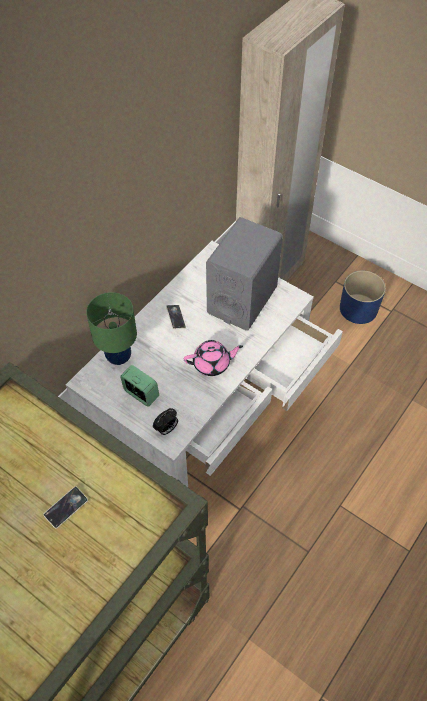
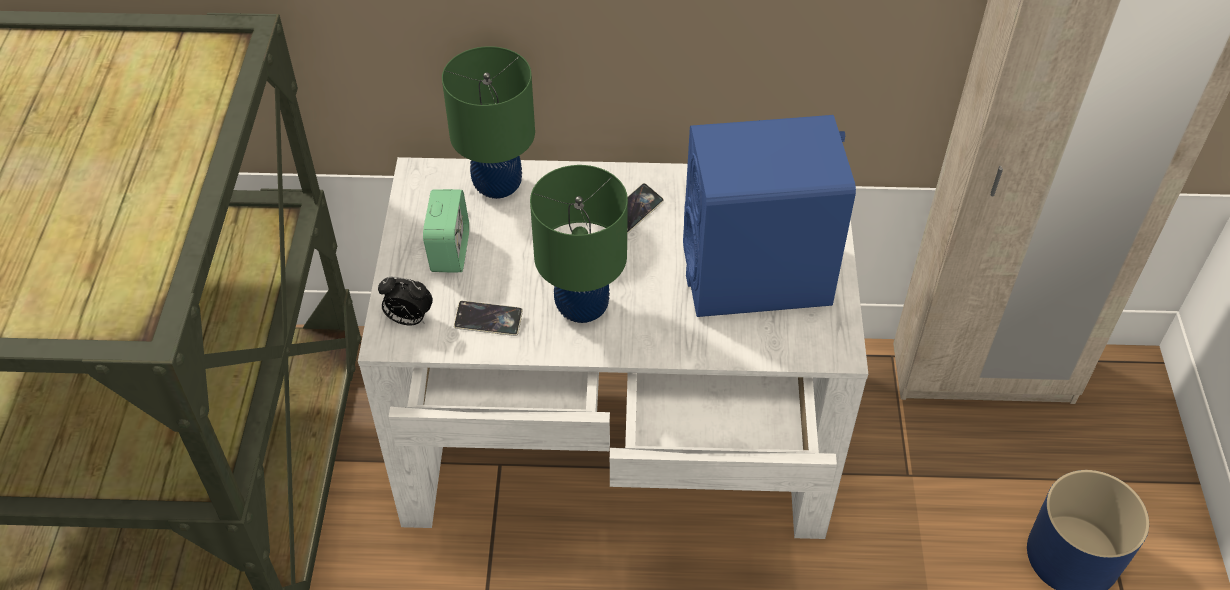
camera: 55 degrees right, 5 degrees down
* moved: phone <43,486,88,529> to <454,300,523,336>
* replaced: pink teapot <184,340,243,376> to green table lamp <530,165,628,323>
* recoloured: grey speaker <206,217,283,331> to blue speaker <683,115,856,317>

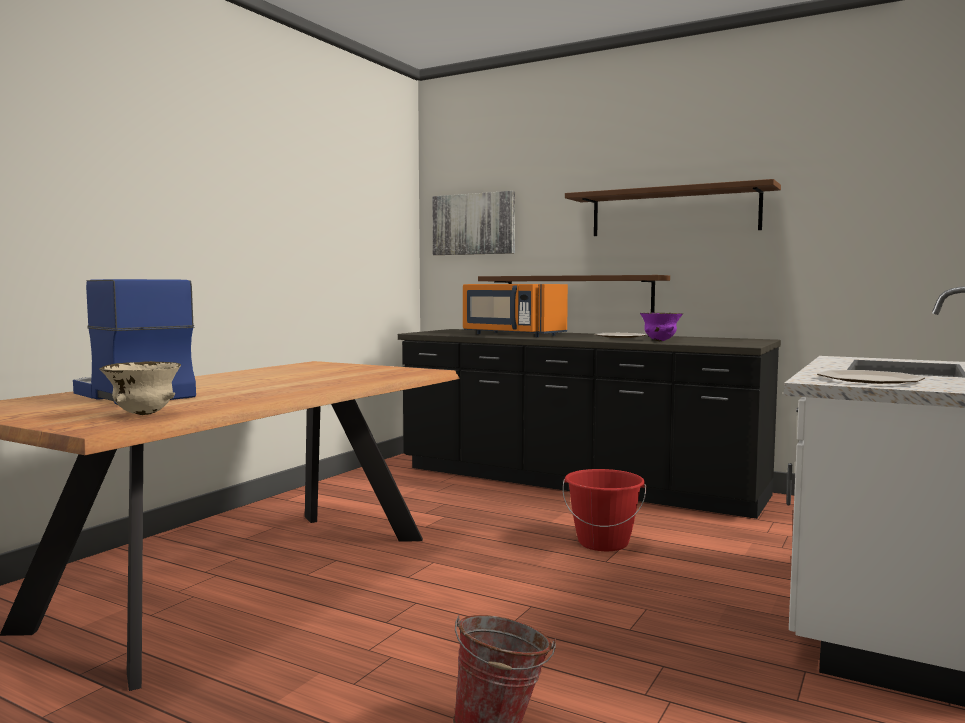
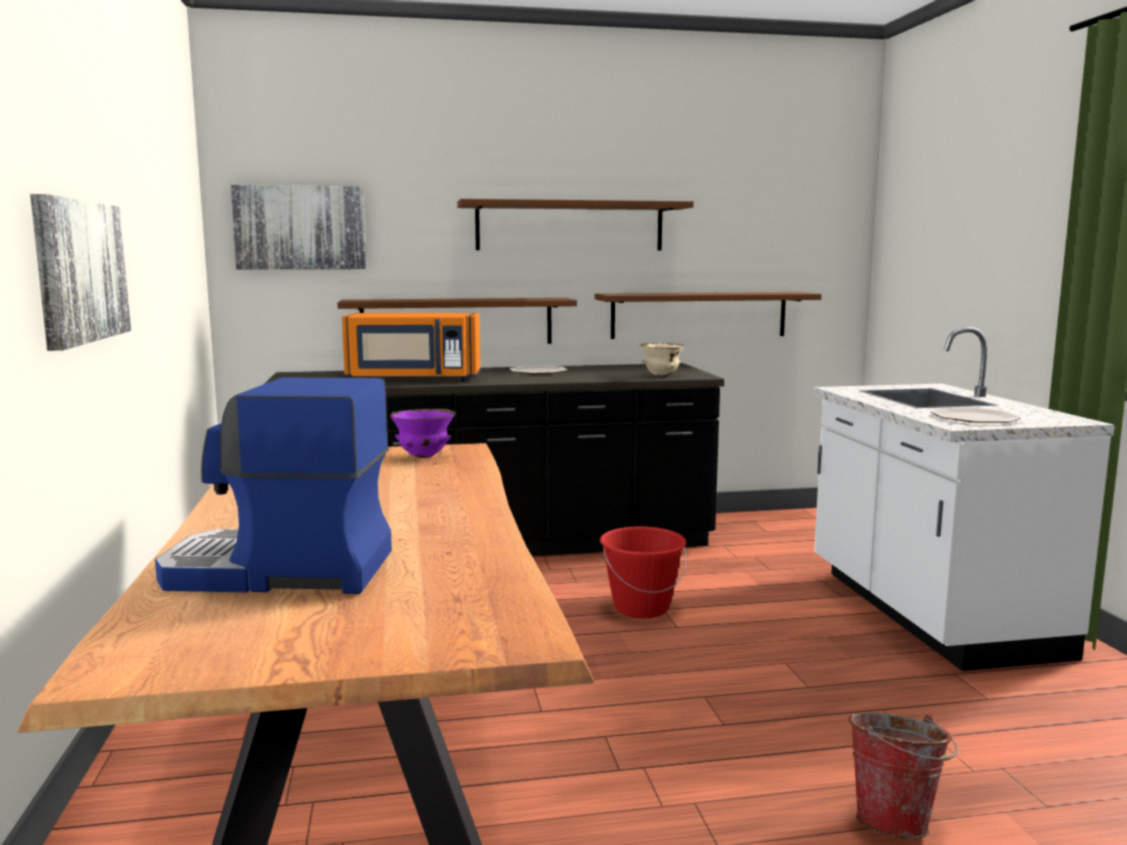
camera: 40 degrees left, 5 degrees up
* moved: beige bowl <99,361,181,415> to <640,343,685,376>
* moved: purple bowl <640,313,683,341> to <390,409,456,458>
* added: picture <30,194,131,351>
* added: brown shelf <595,292,822,339>

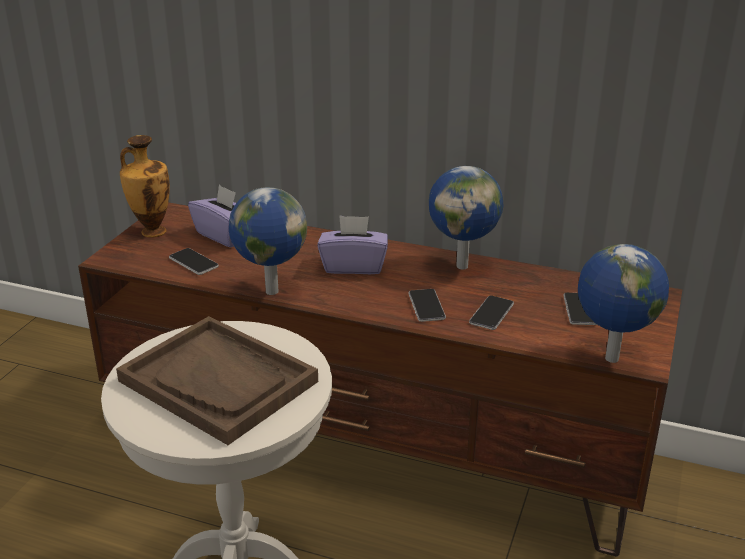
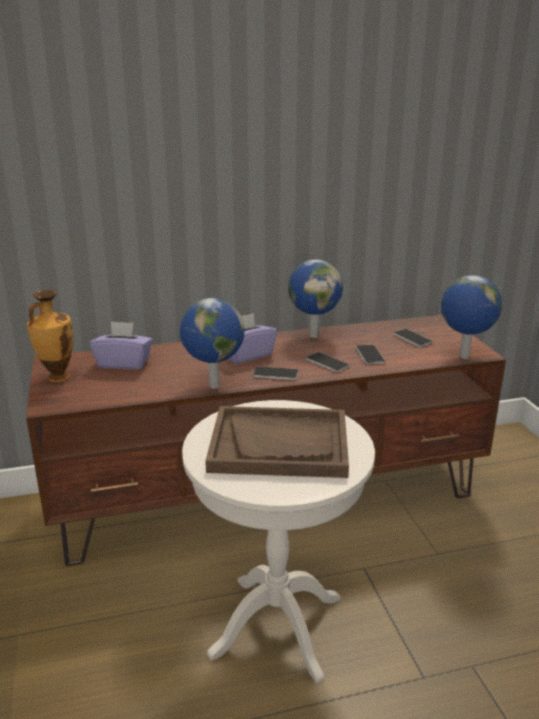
camera: 35 degrees left, 5 degrees down
* moved: phone <169,248,219,275> to <253,366,299,380>

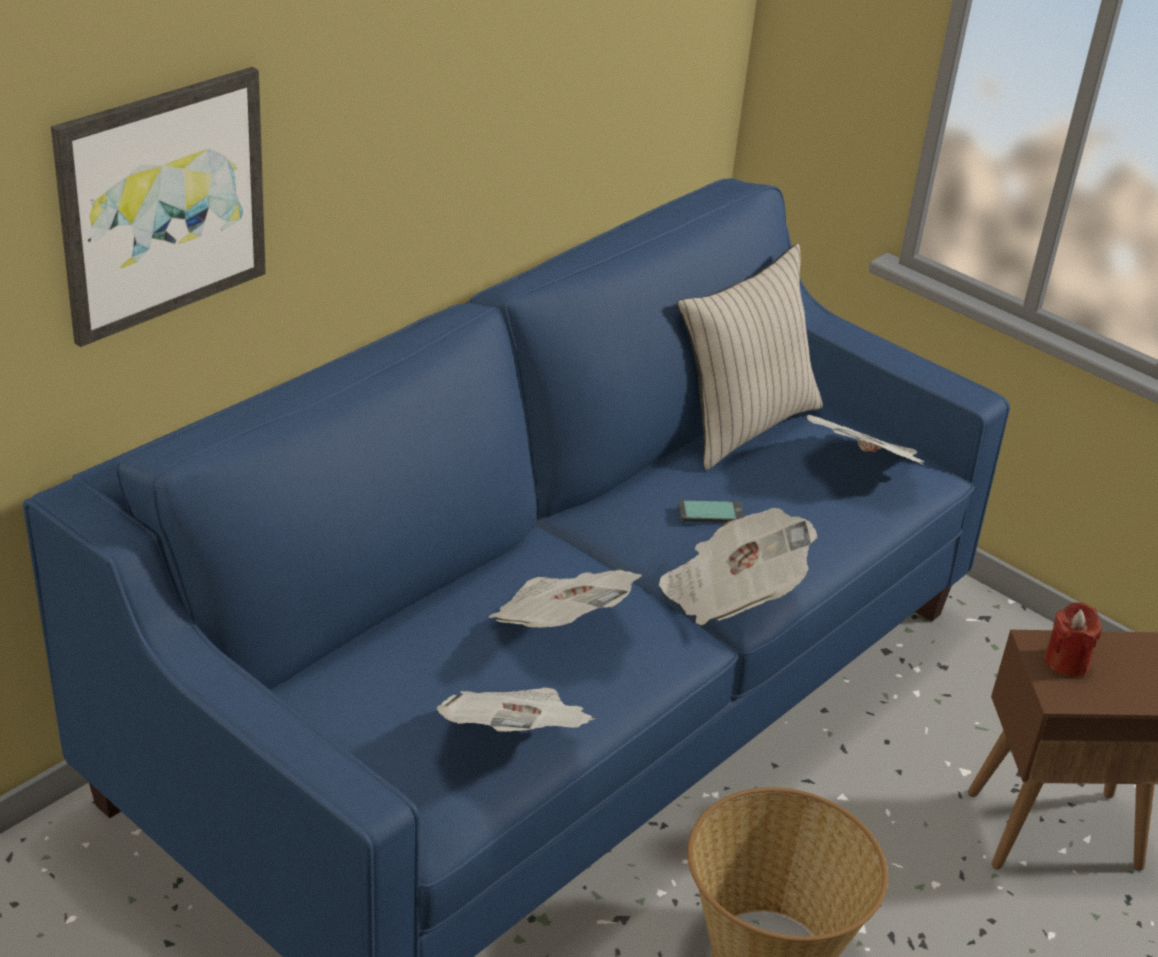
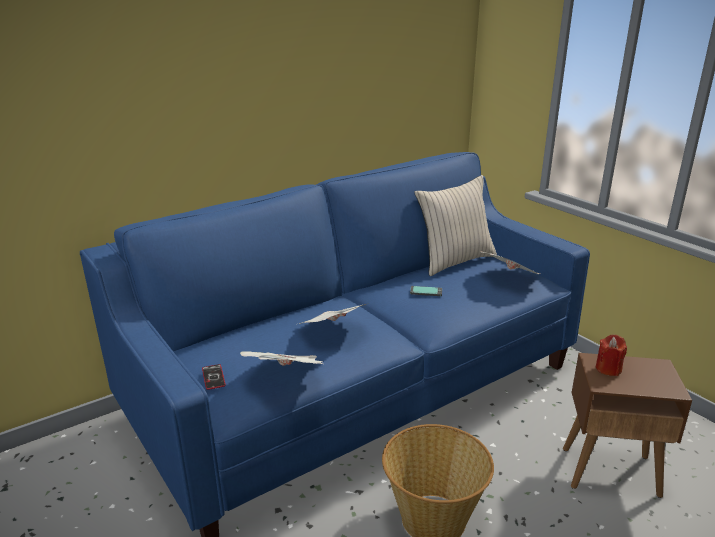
camera: 15 degrees right, 10 degrees down
* removed: picture <51,67,266,347>
* removed: newspaper <659,508,818,625>
* added: phone <202,364,226,390>

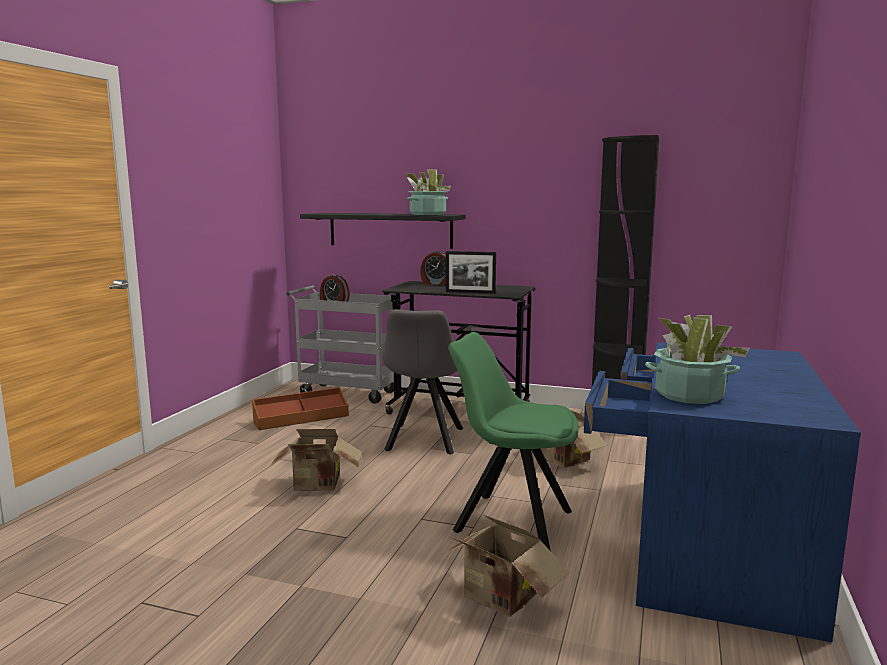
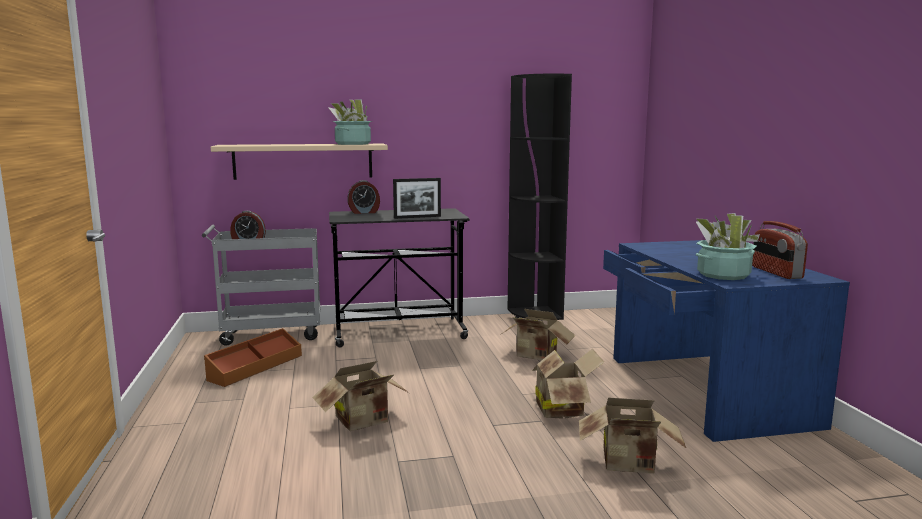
camera: 30 degrees left, 0 degrees up
* recoloured: black shelf <300,213,465,249> to beige shelf <211,144,388,180>
* removed: grey chair <383,309,463,455>
* replaced: green chair <448,332,578,551> to cardboard box <532,349,604,419>
* added: radio <752,221,808,279>

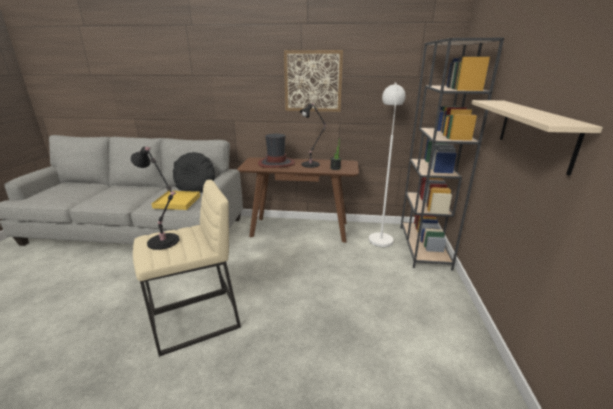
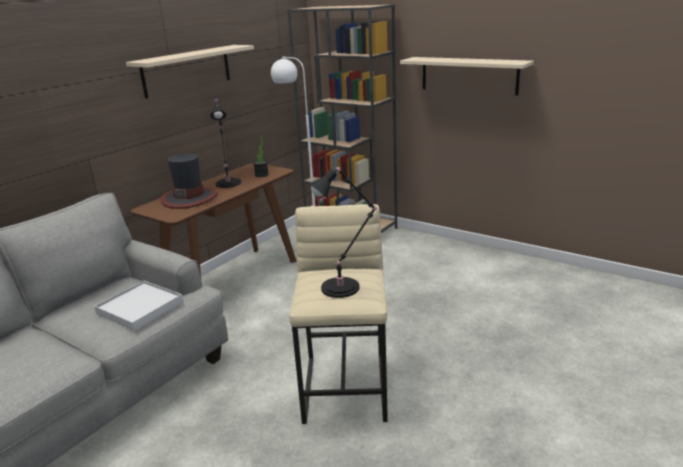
camera: 60 degrees left, 0 degrees up
* recoloured: yellow tray <152,191,200,210> to white tray <94,281,183,331>
* removed: black pillow <173,152,215,193>
* replaced: picture <284,49,343,112> to beige shelf <126,45,254,99>

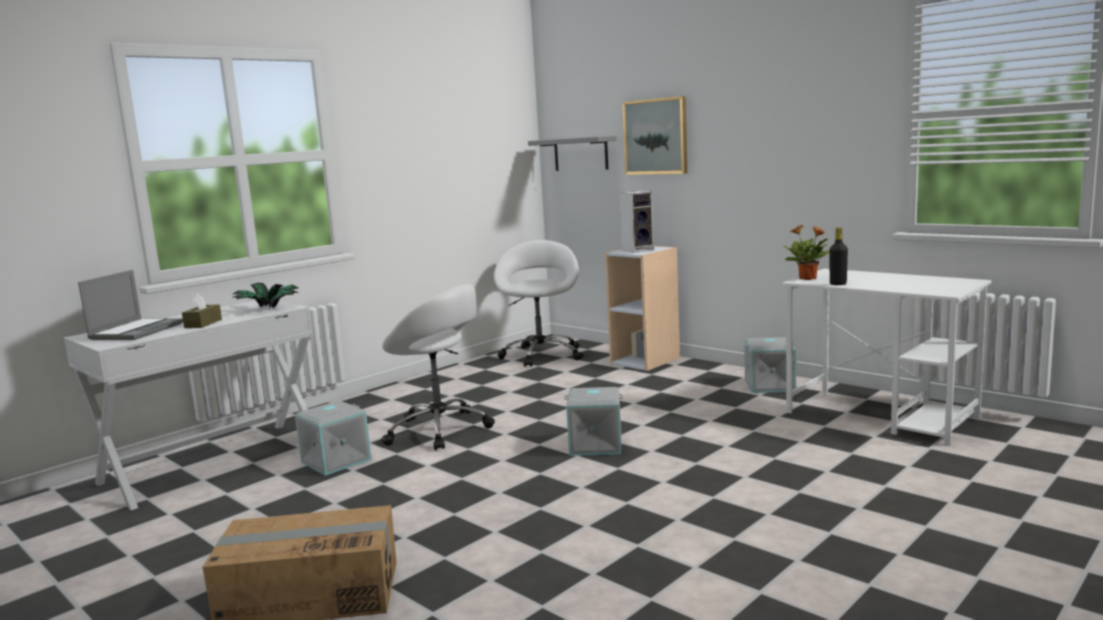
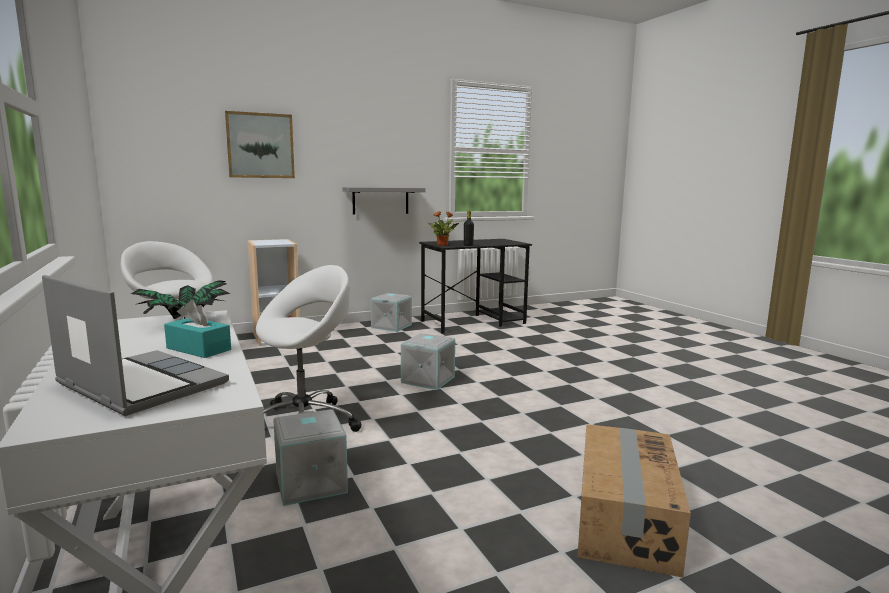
camera: 70 degrees left, 0 degrees up
* recoloured: brown tissue box <182,293,222,328> to turquoise tissue box <164,300,231,358>
* moved: grey shelf <528,136,617,171> to <342,187,426,215>
* removed: speaker <620,191,654,253>
* recoloured: white desk <782,269,992,446> to black desk <419,239,532,333>

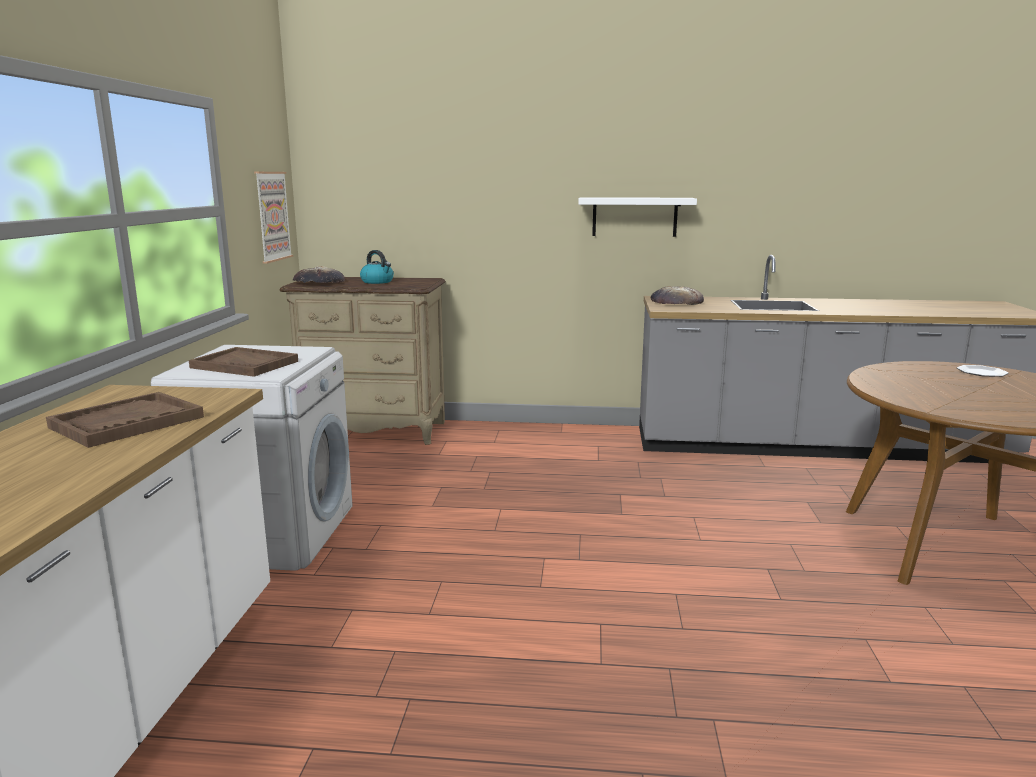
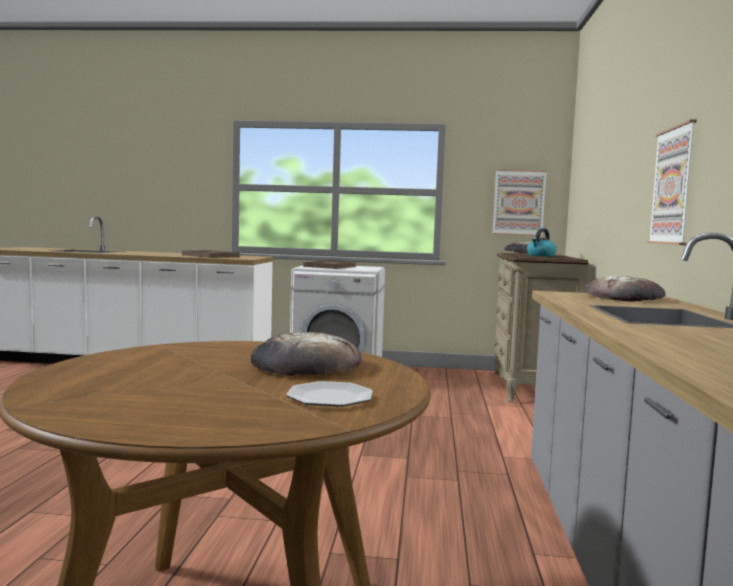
camera: 90 degrees right, 10 degrees down
* replaced: white shelf <578,197,697,237> to picture <647,119,697,245>
* added: bread <250,332,361,376>

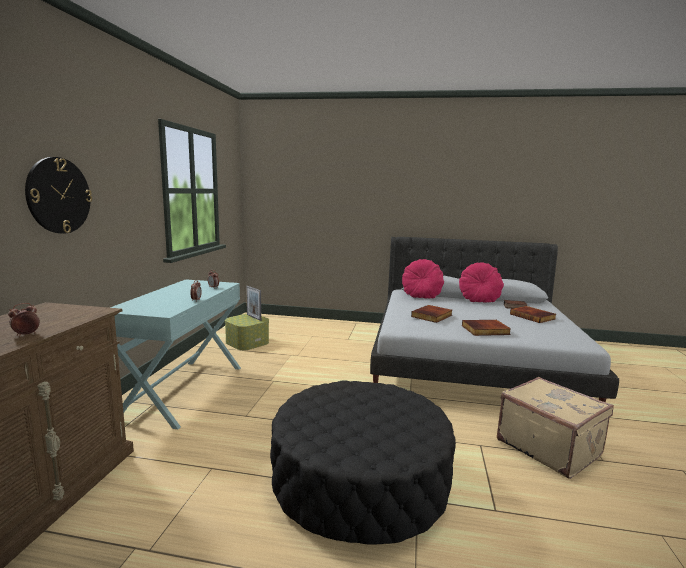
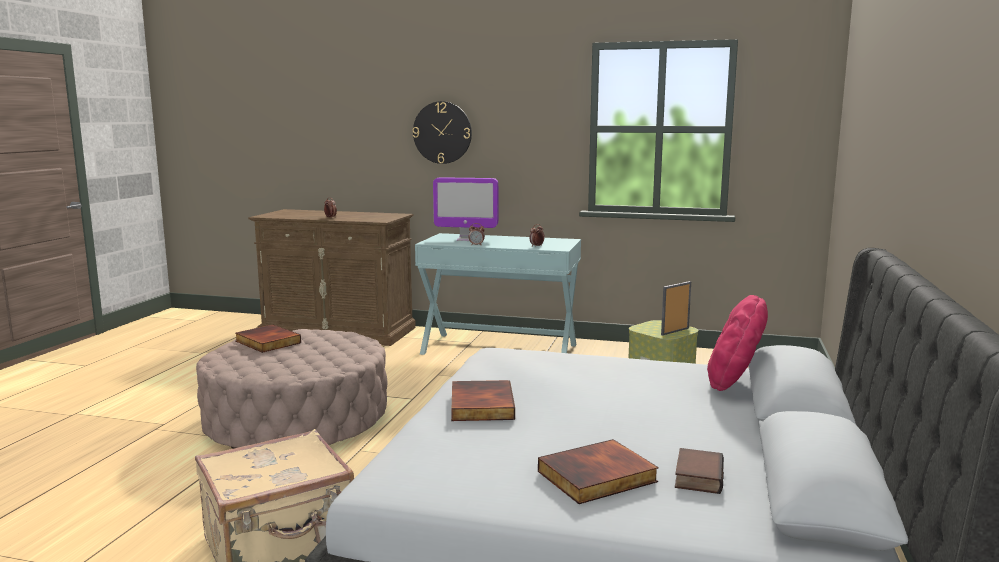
camera: 95 degrees right, 0 degrees up
* recoloured: black ottoman <270,380,456,544> to beige ottoman <196,329,387,449>
* moved: book <411,305,452,323> to <235,325,301,353>
* removed: pink pillow <459,262,504,303>
* added: monitor <433,178,498,241>

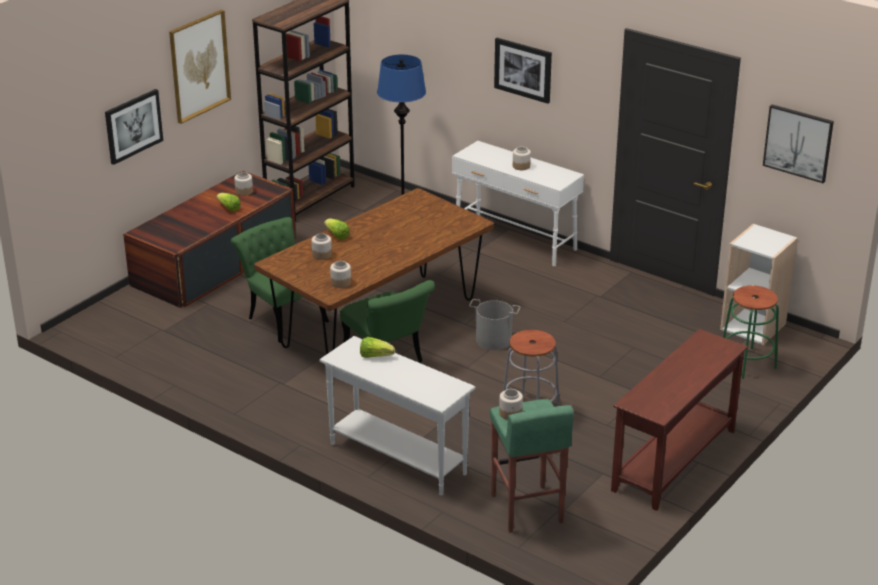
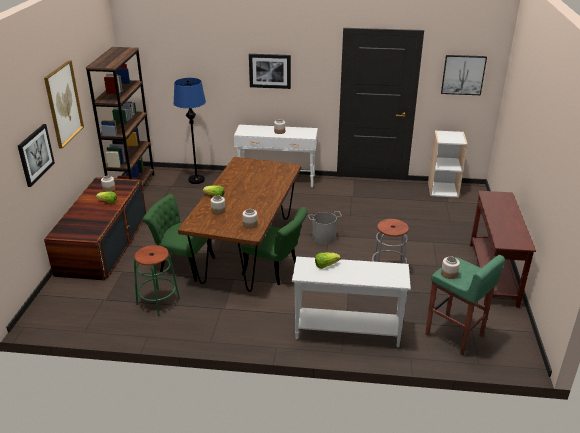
camera: 30 degrees left, 0 degrees up
* moved: green stool <723,285,779,379> to <134,245,180,316>

